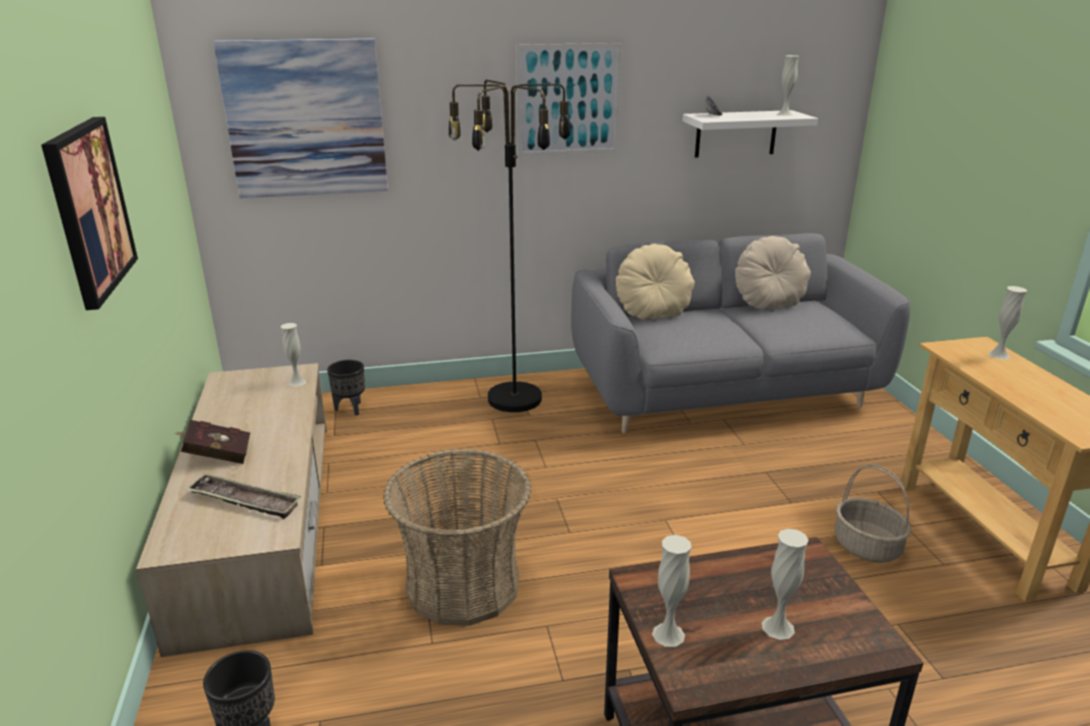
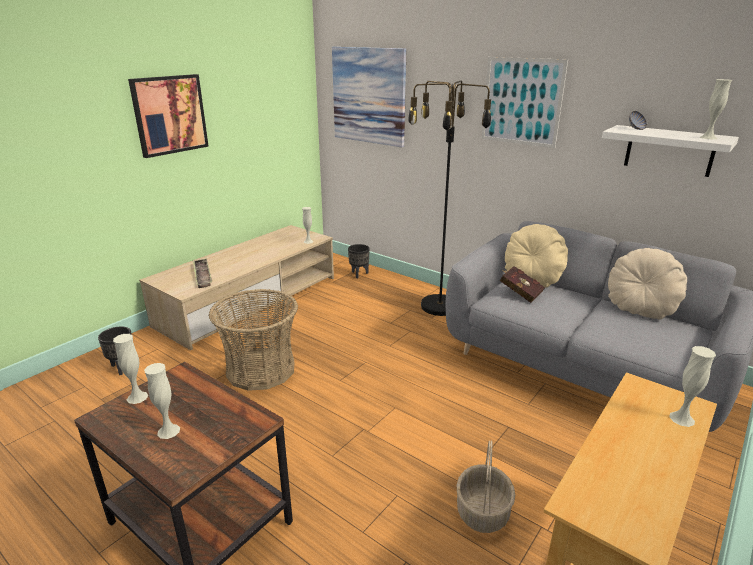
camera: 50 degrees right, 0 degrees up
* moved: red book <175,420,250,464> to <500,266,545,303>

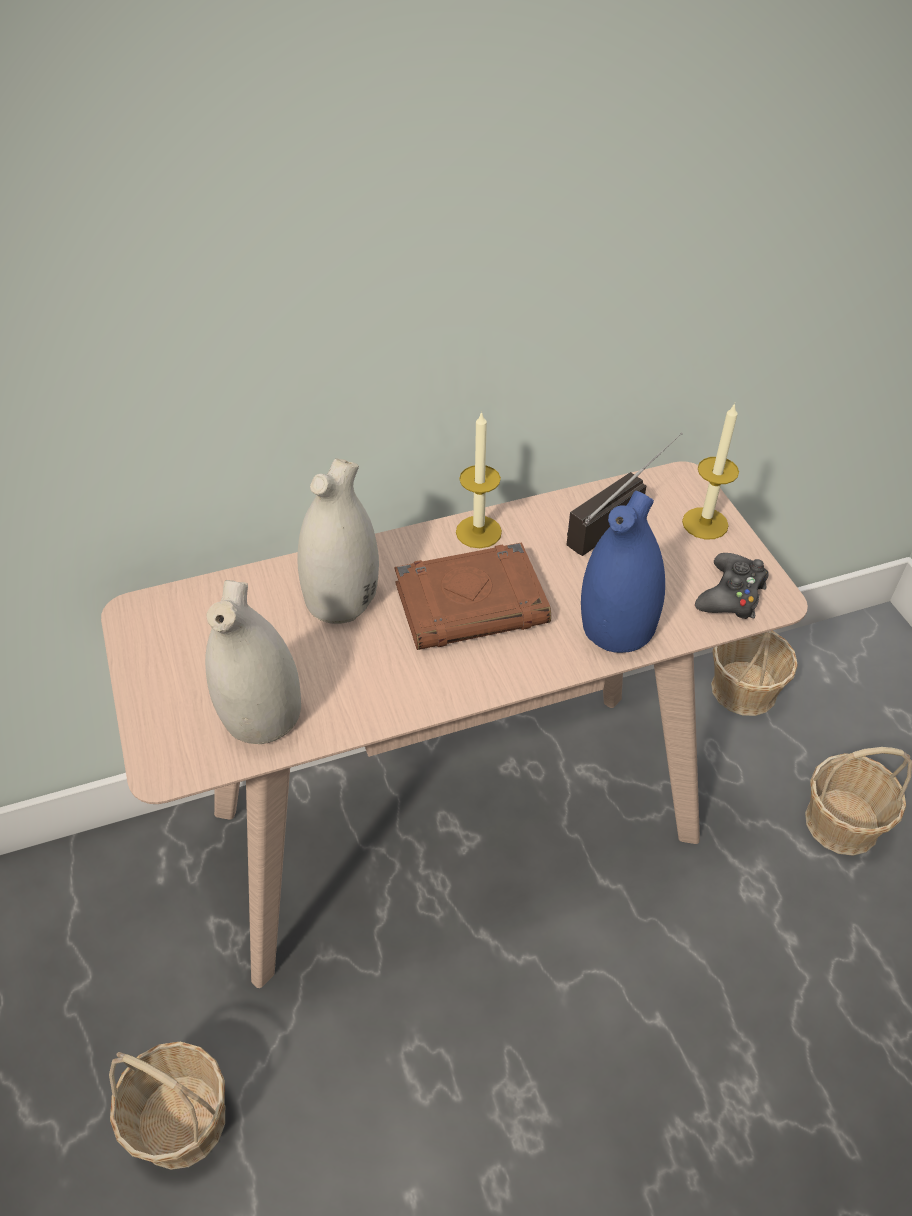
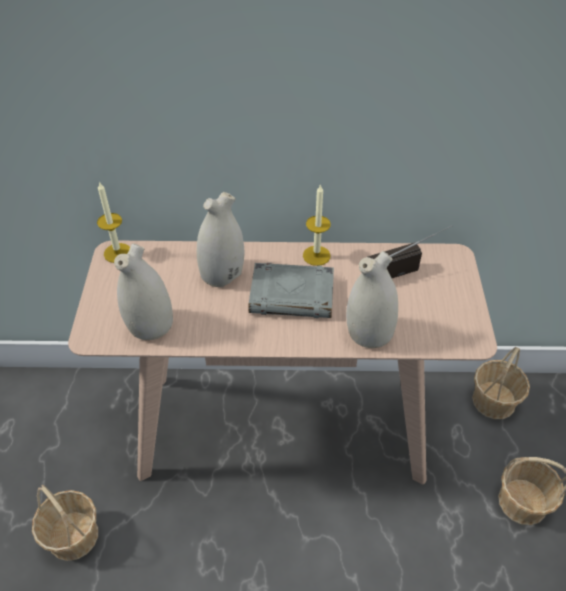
camera: 20 degrees right, 0 degrees up
* recoloured: brown book <395,542,551,650> to grey book <248,263,334,318>
* recoloured: blue vase <581,491,665,653> to white vase <346,251,398,348>
* moved: candle <682,403,739,539> to <97,181,130,263>
* removed: black game controller <695,553,769,619>

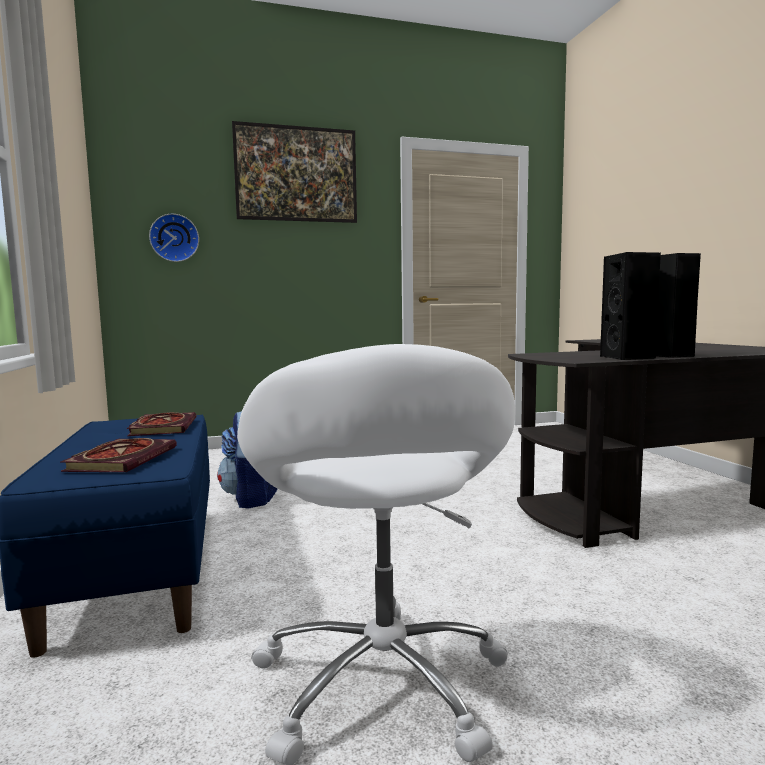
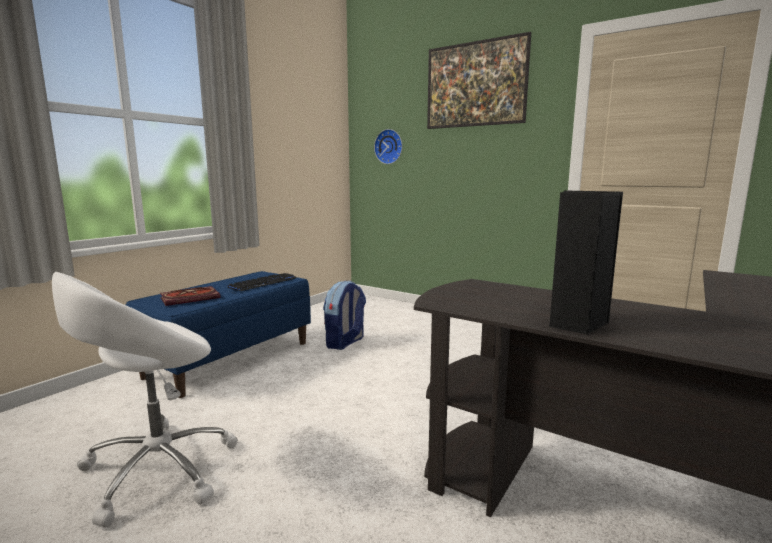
camera: 50 degrees right, 5 degrees up
* replaced: book <127,412,196,436> to keyboard <227,273,297,291>
* removed: black speaker <600,252,661,360>

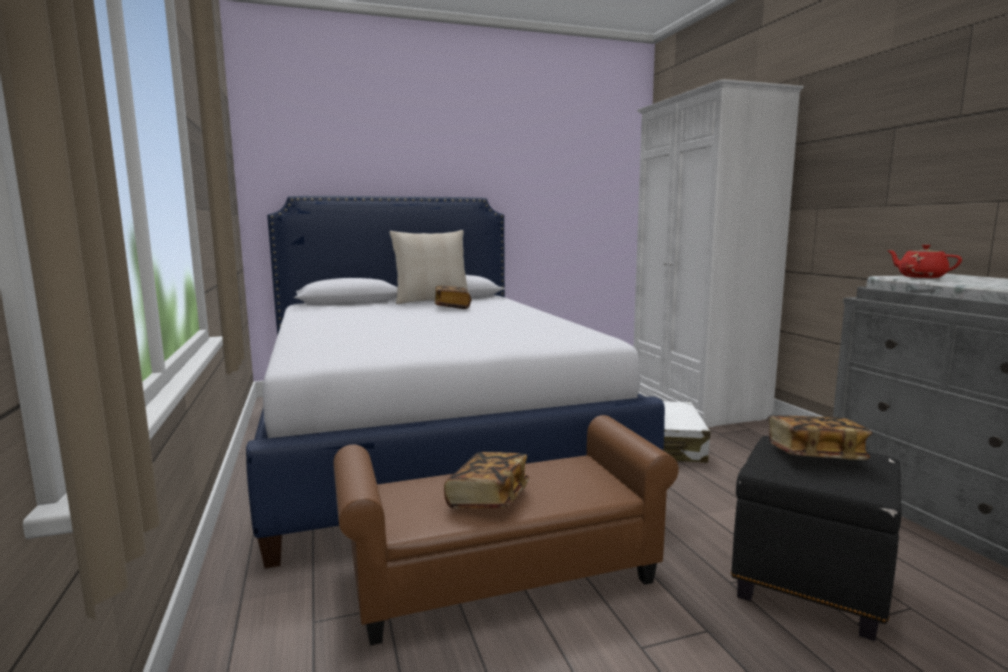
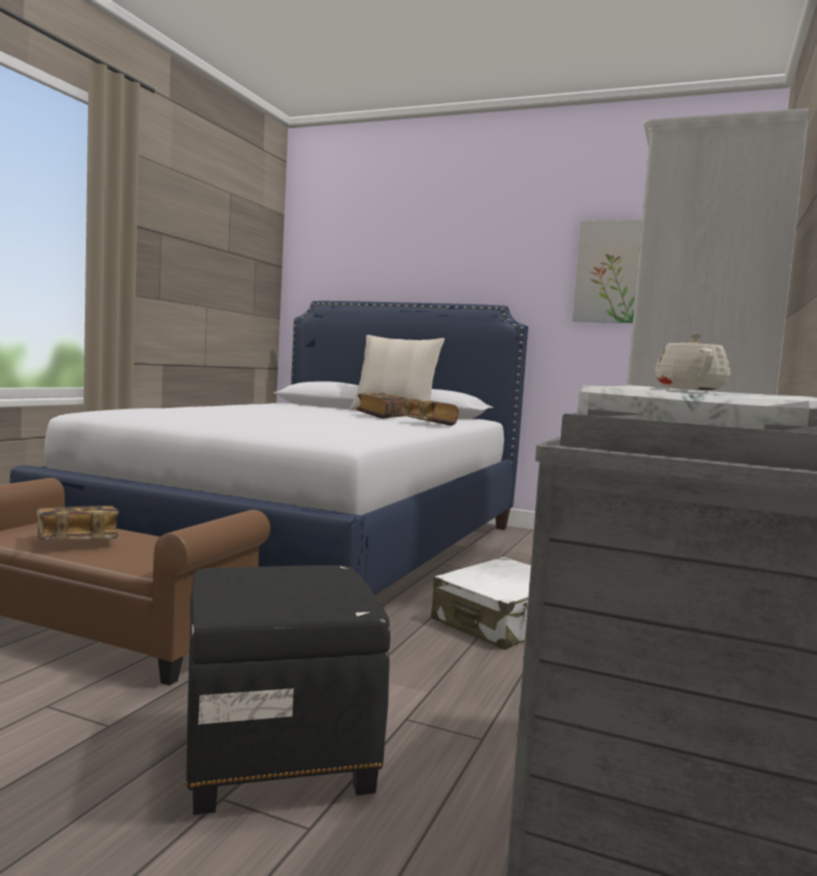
camera: 40 degrees right, 5 degrees down
* moved: book <769,415,872,460> to <398,398,459,426>
* recoloured: red teapot <886,244,962,278> to beige teapot <655,333,730,390>
* added: picture <572,220,642,323>

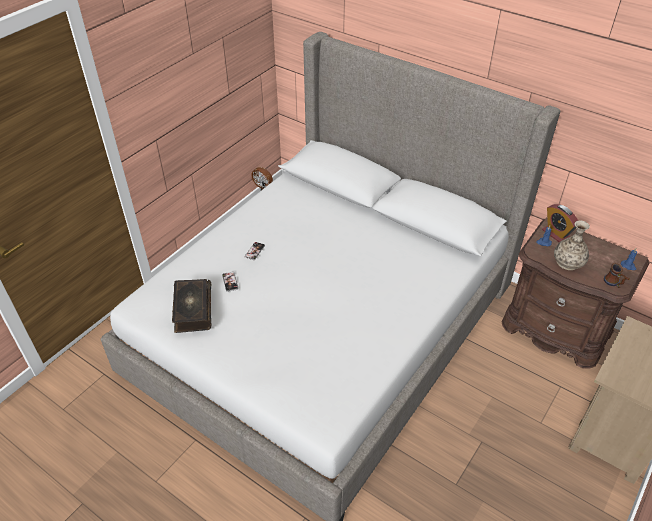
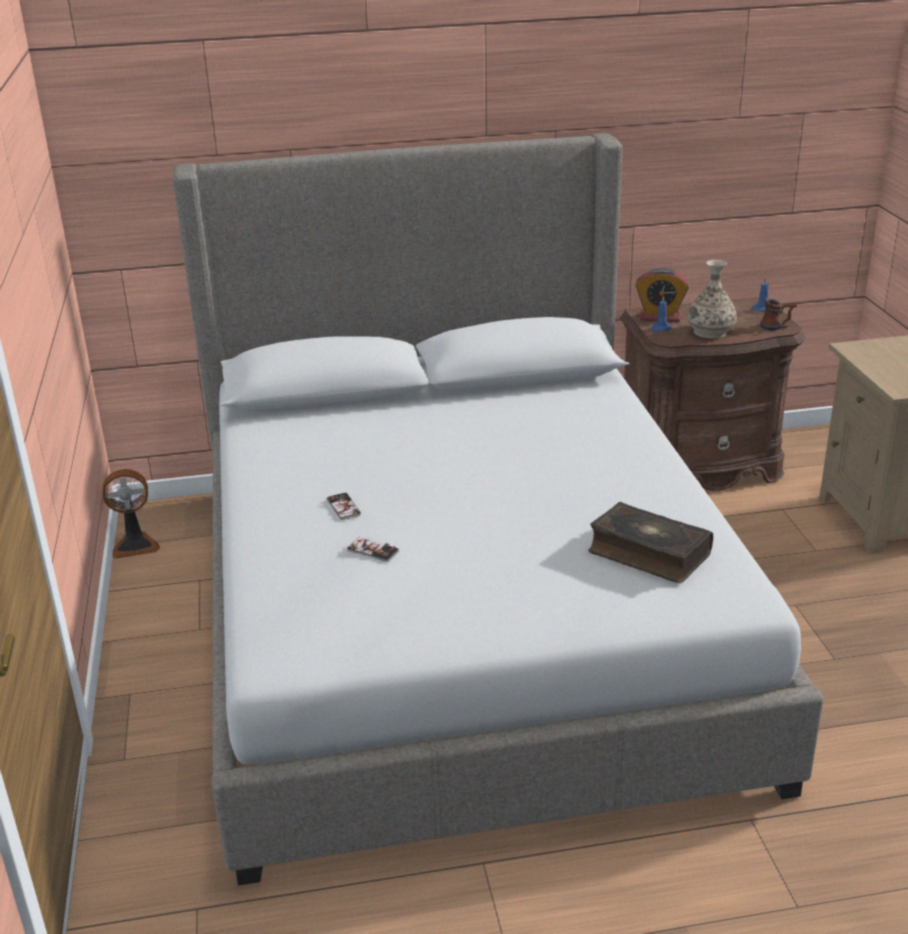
camera: 45 degrees left, 15 degrees down
* moved: book <172,279,211,333> to <588,502,713,583>

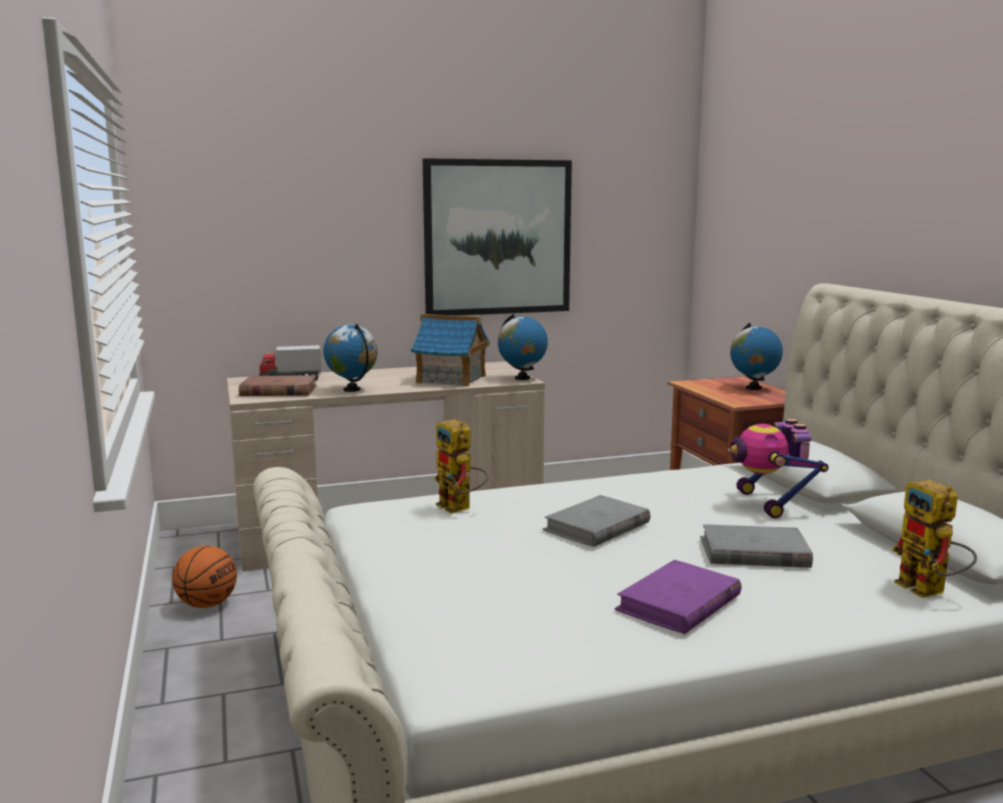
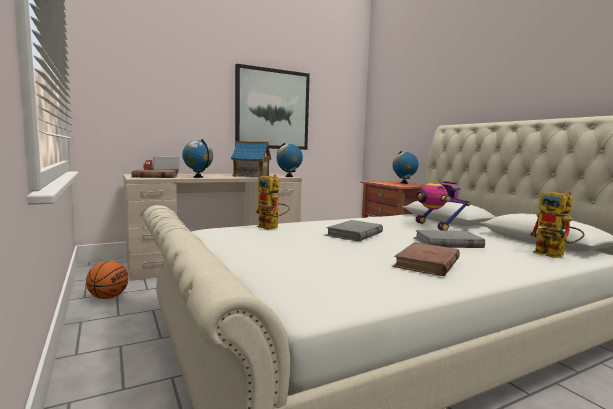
camera: 10 degrees left, 5 degrees down
* recoloured: purple book <615,560,742,634> to brown book <393,242,460,276>

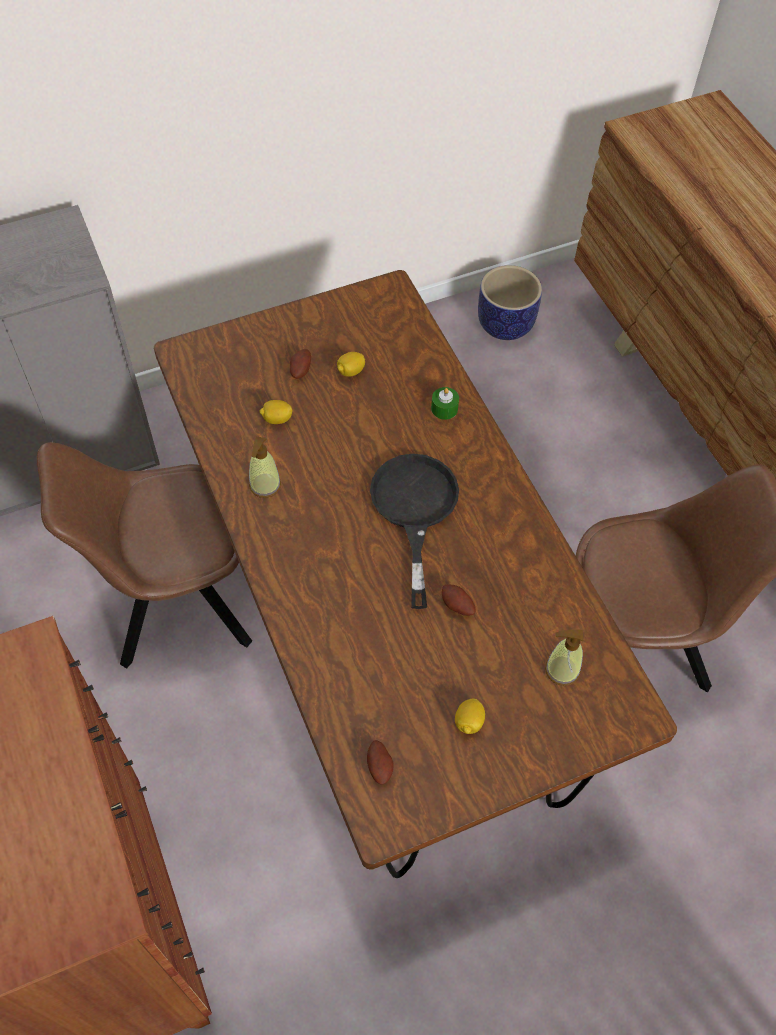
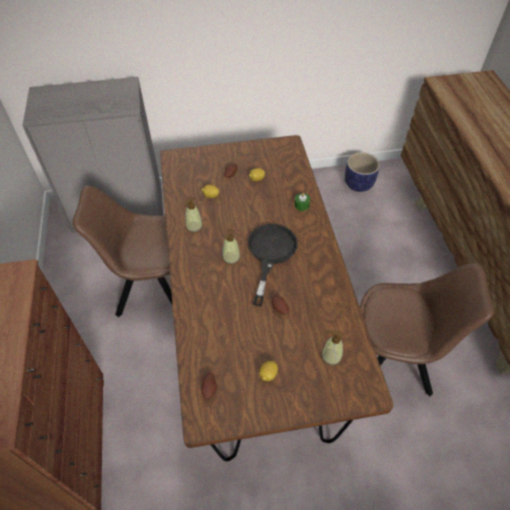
camera: 15 degrees right, 5 degrees down
* added: soap dispenser <222,228,241,265>

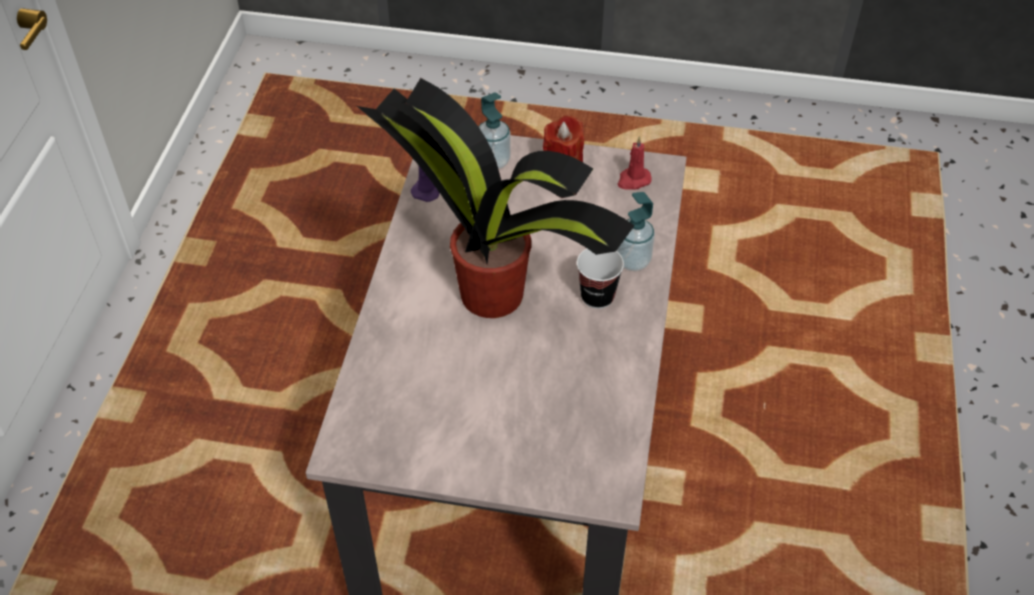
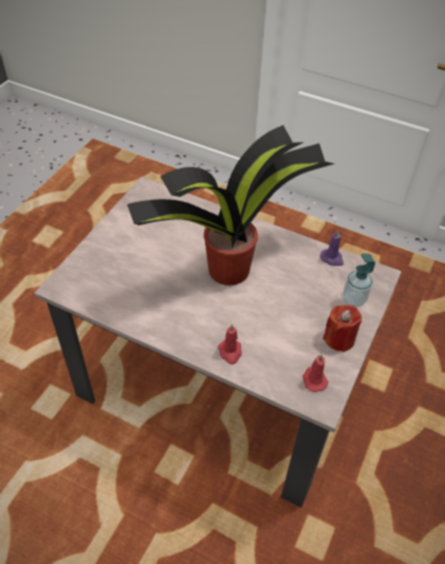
camera: 105 degrees right, 0 degrees up
* removed: cup <577,249,624,309>
* replaced: soap dispenser <616,192,655,271> to red candle <218,324,242,364>

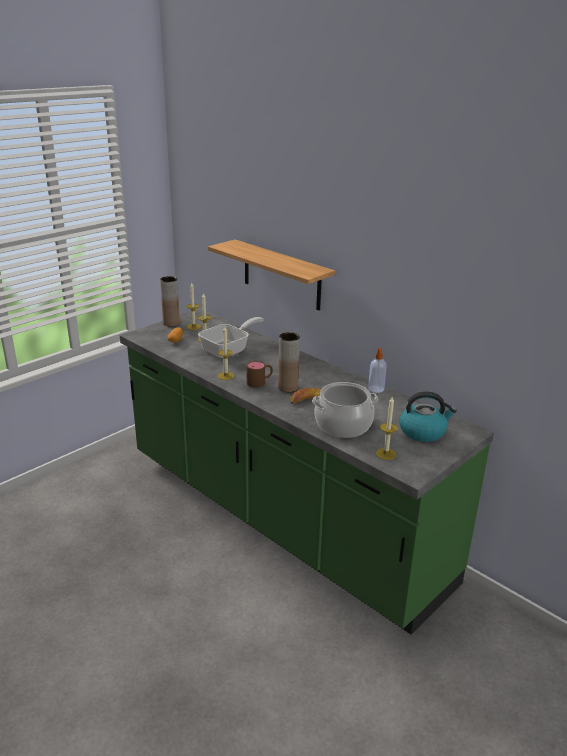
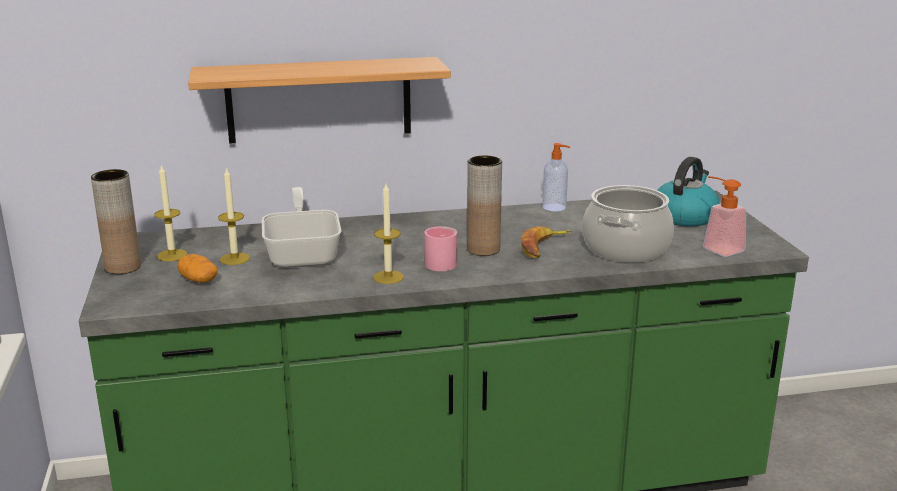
camera: 55 degrees left, 5 degrees down
* recoloured: brown mug <247,361,273,388> to pink mug <424,226,457,271>
* replaced: candle <376,397,398,460> to soap dispenser <703,176,746,257>

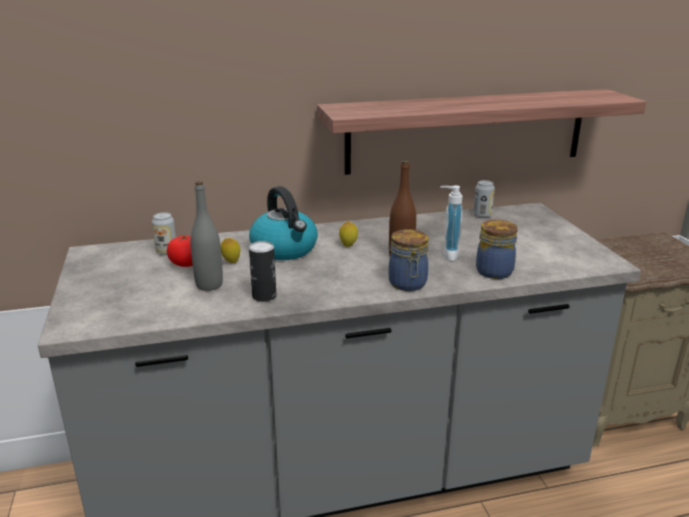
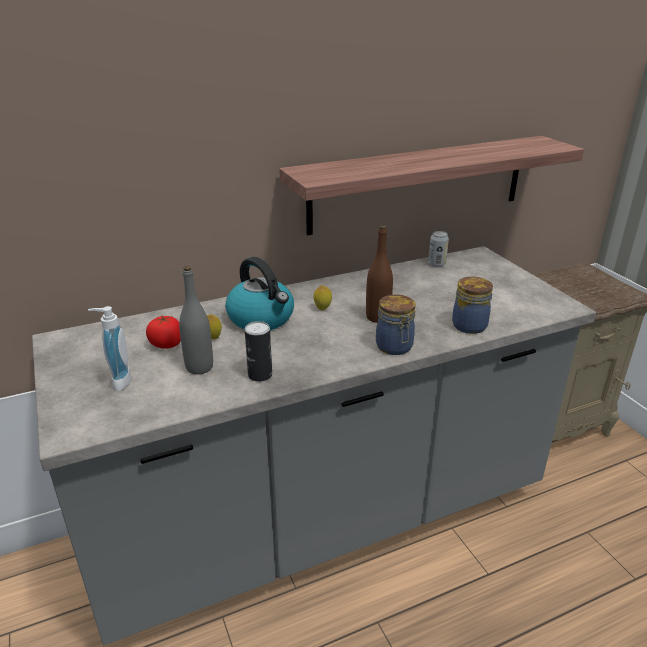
camera: 10 degrees left, 5 degrees up
* removed: can <152,212,176,255>
* moved: soap dispenser <440,185,463,261> to <88,306,131,391>

